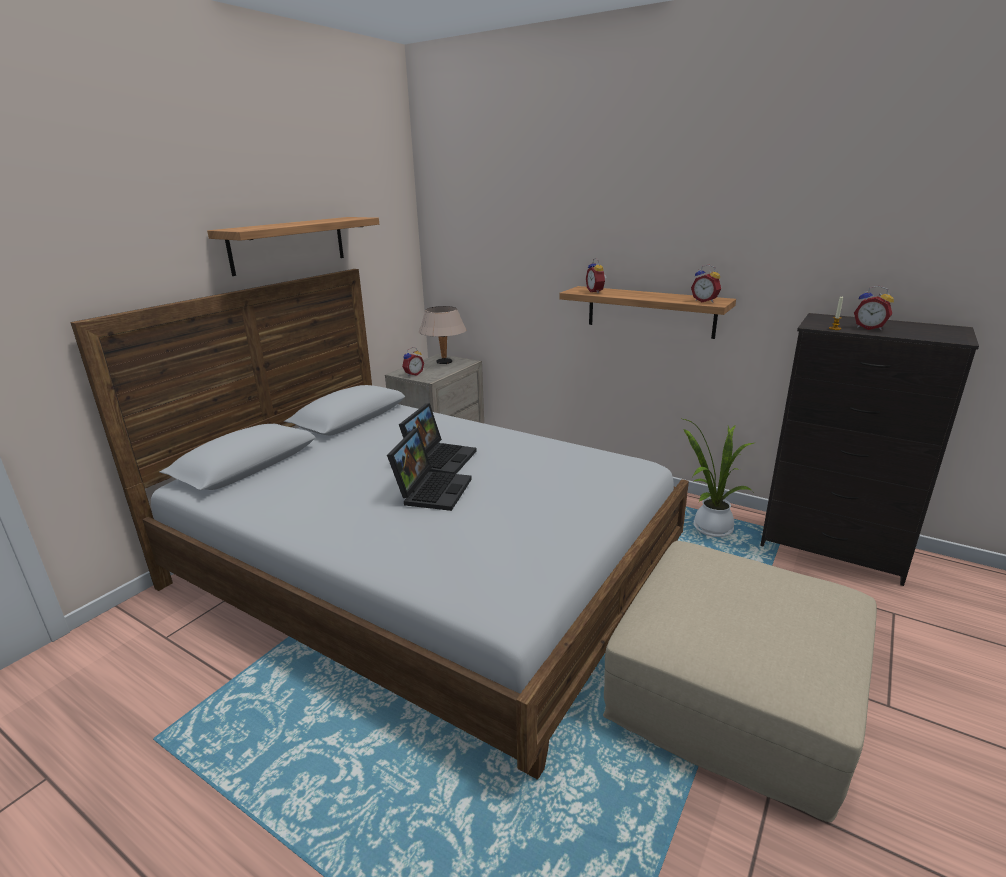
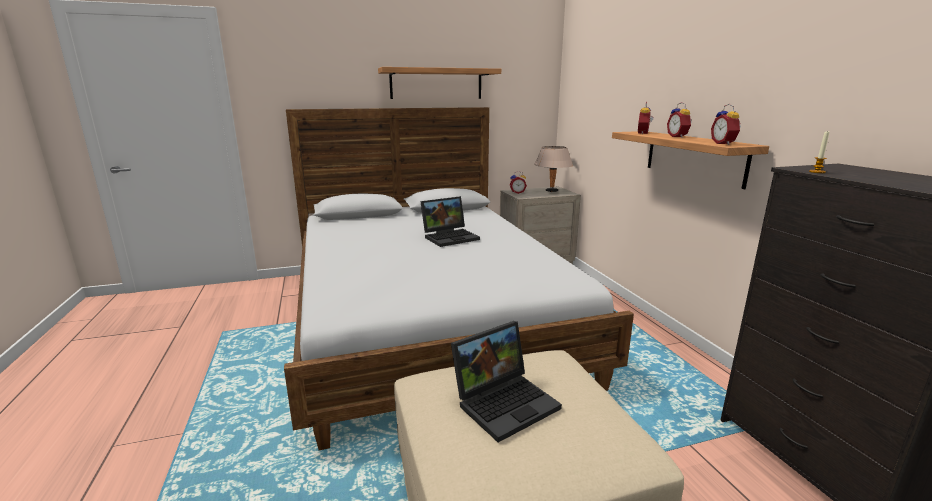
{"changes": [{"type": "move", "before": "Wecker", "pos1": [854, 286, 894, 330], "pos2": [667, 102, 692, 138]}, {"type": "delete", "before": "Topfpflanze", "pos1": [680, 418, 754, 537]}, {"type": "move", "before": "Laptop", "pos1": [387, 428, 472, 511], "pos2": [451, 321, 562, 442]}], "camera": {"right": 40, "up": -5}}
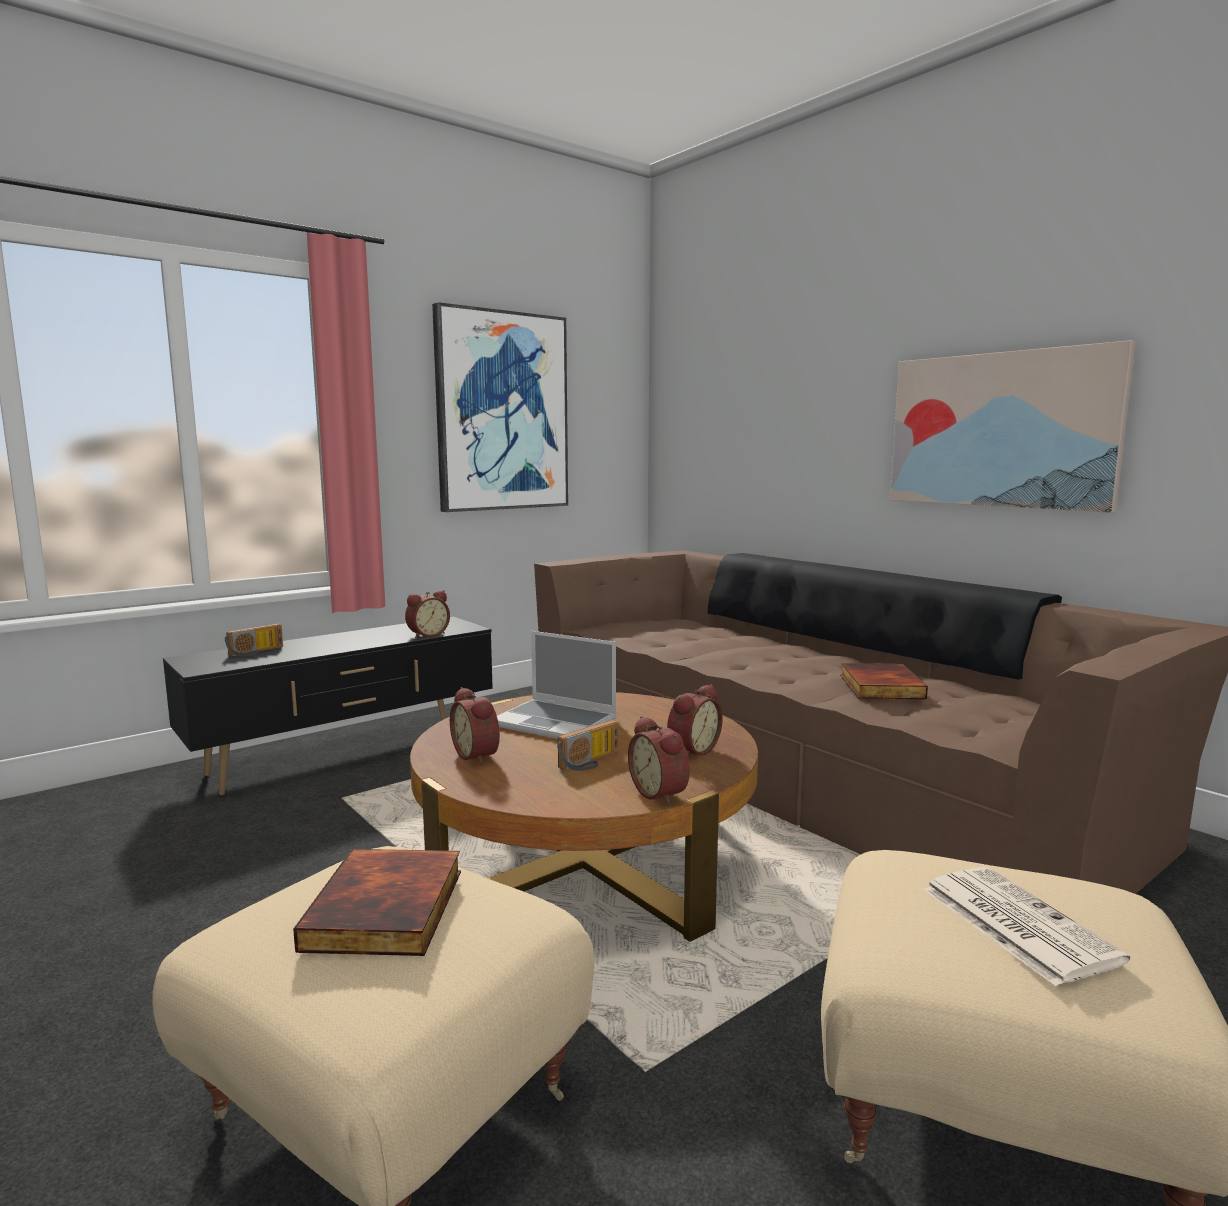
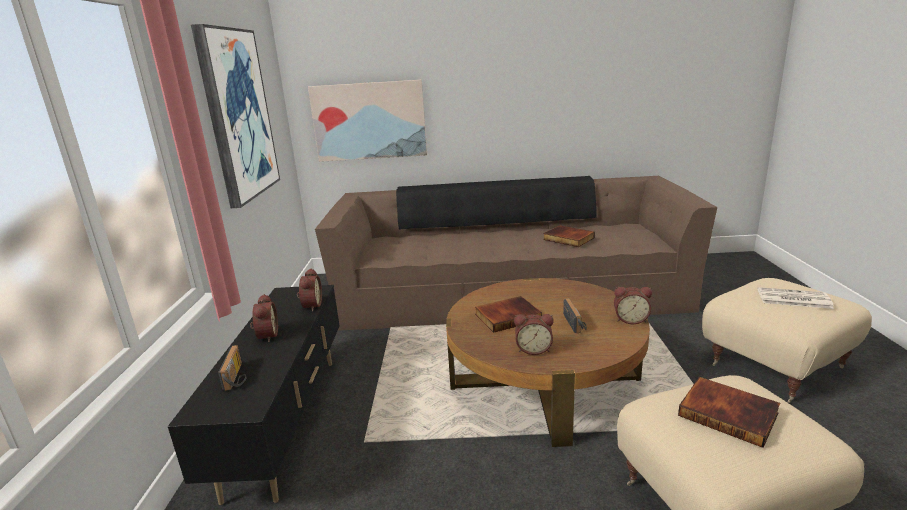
{"changes": [{"type": "move", "before": "Bild", "pos1": [890, 340, 1136, 513], "pos2": [308, 80, 427, 162]}, {"type": "replace", "before": "Laptop", "after": "Buch", "pos1": [497, 631, 617, 739], "pos2": [475, 296, 542, 333]}, {"type": "move", "before": "Wecker", "pos1": [667, 684, 723, 756], "pos2": [250, 294, 278, 342]}], "camera": {"right": -50, "up": 10}}
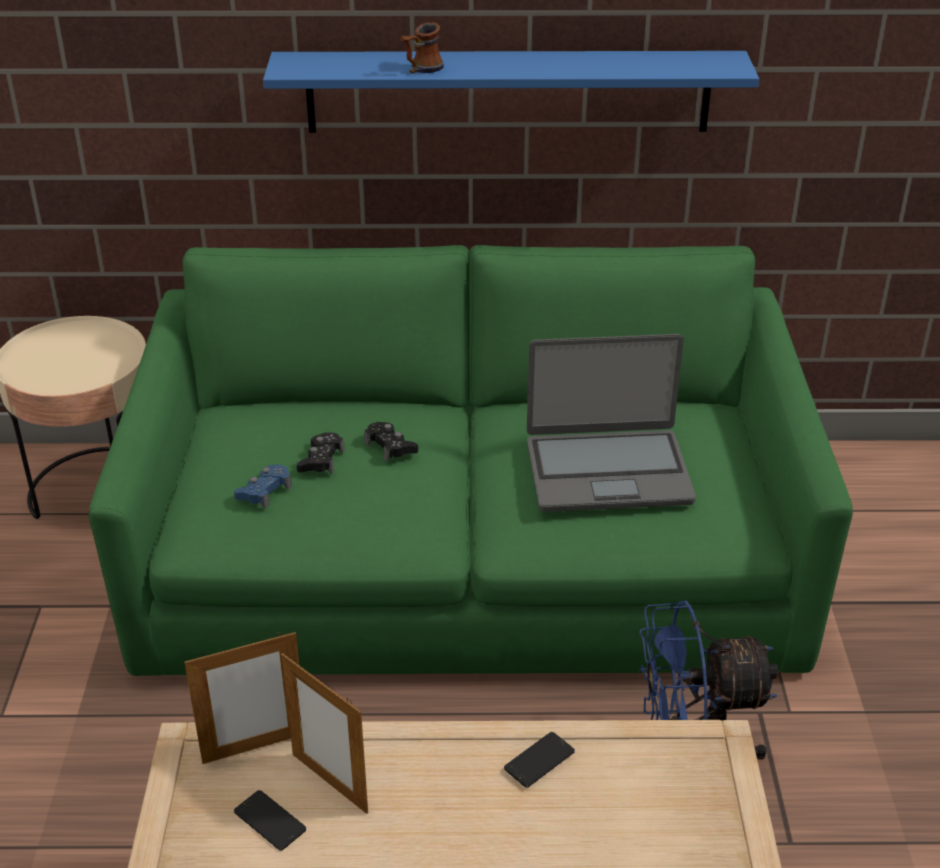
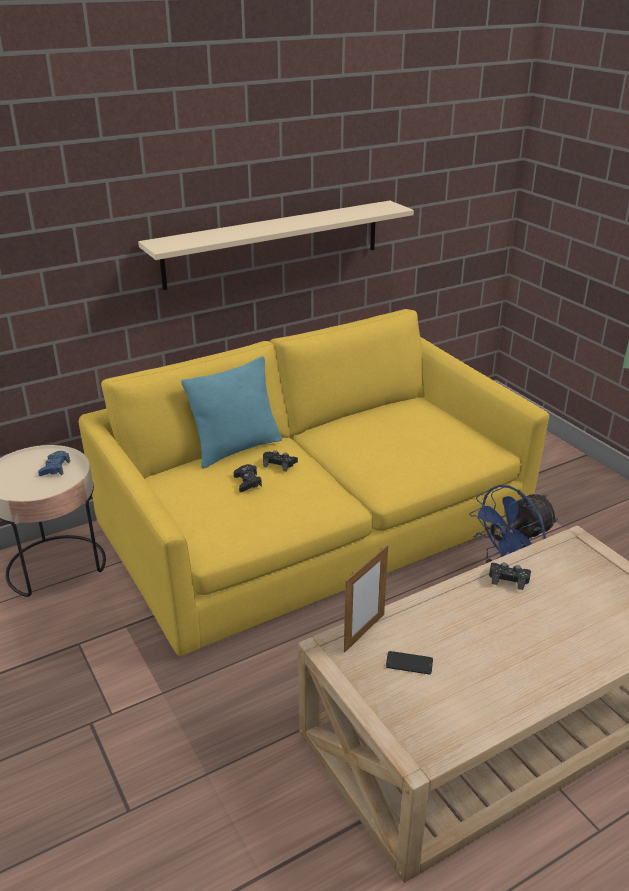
{"changes": [{"type": "delete", "before": "Henkelbecher", "pos1": [400, 22, 444, 73]}, {"type": "recolor", "before": "Wandregal [blau]", "after": "Wandregal [beige]", "pos1": [263, 51, 759, 133], "pos2": [138, 200, 414, 290]}, {"type": "recolor", "before": "Sofa [grün]", "after": "Sofa [gelb]", "pos1": [89, 245, 853, 676], "pos2": [78, 309, 549, 656]}, {"type": "delete", "before": "Laptop", "pos1": [527, 334, 696, 512]}, {"type": "move", "before": "Gamepad [blau]", "pos1": [234, 464, 292, 509], "pos2": [38, 451, 70, 476]}, {"type": "delete", "before": "Bilderrahmen", "pos1": [281, 653, 368, 814]}, {"type": "replace", "before": "Handy", "after": "Gamepad [schwarz]", "pos1": [504, 732, 575, 788], "pos2": [489, 563, 531, 590]}, {"type": "insert", "after": "Kissen [türkis]", "pos2": [181, 356, 282, 469]}], "camera": {"right": -30, "up": -5}}
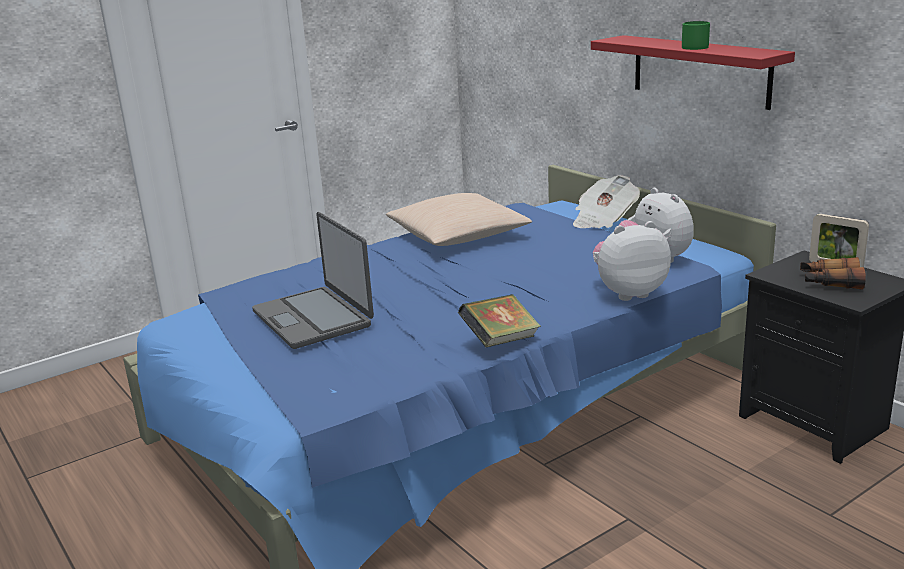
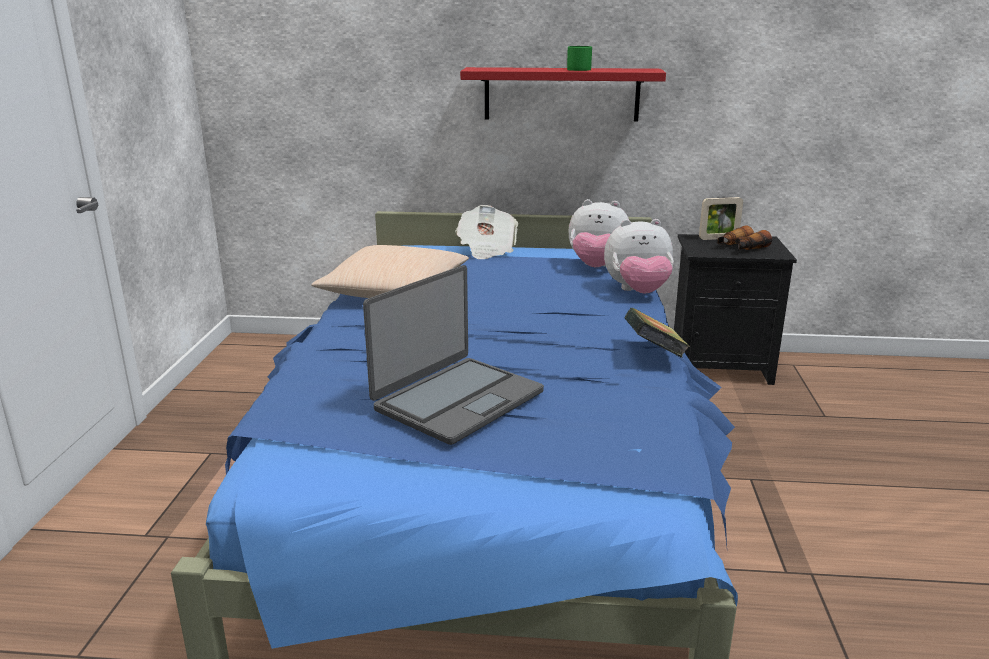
{"changes": [{"type": "rotate", "before": "Laptop", "pos1": [252, 212, 374, 349], "pos2": [363, 265, 544, 445], "turn": -60}, {"type": "rotate", "before": "Plüschtier", "pos1": [593, 221, 671, 301], "pos2": [604, 219, 674, 294], "turn": -120}], "camera": {"right": -50, "up": 0}}
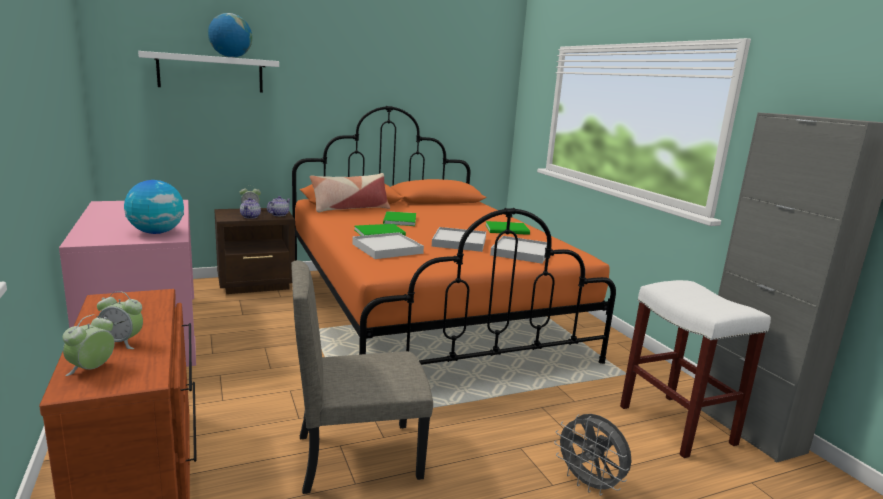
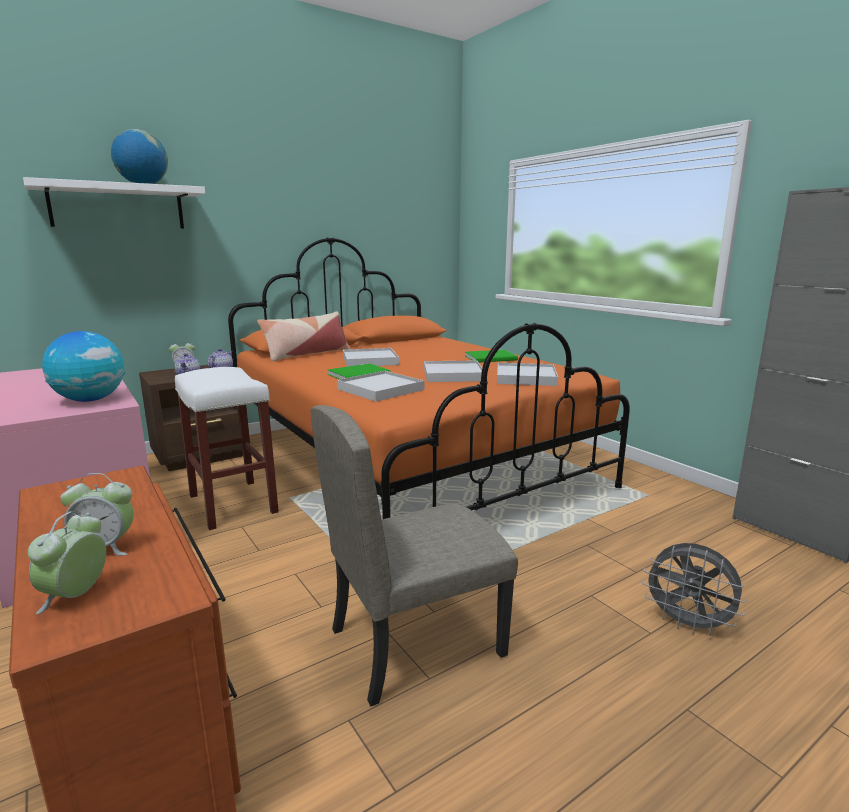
{"changes": [{"type": "replace", "before": "Buch [grün]", "after": "Tablett [weiß]", "pos1": [383, 211, 416, 226], "pos2": [343, 348, 399, 367]}, {"type": "move", "before": "Hocker [weiß]", "pos1": [620, 280, 771, 458], "pos2": [175, 367, 279, 530]}], "camera": {"right": -10, "up": 0}}
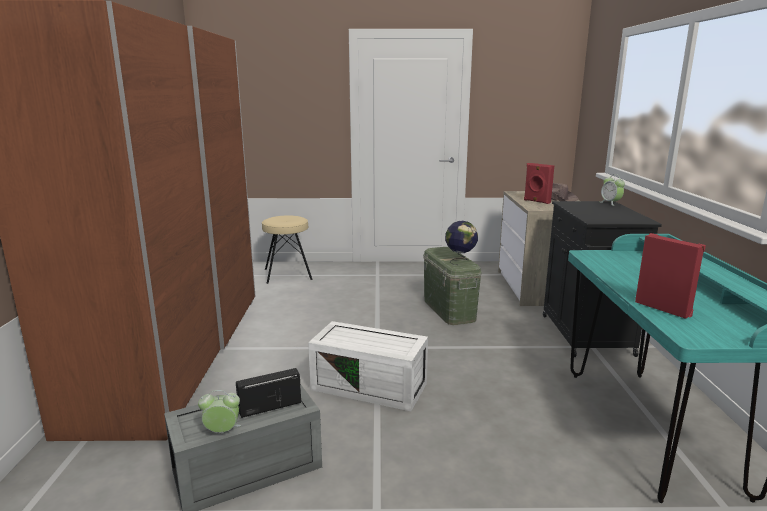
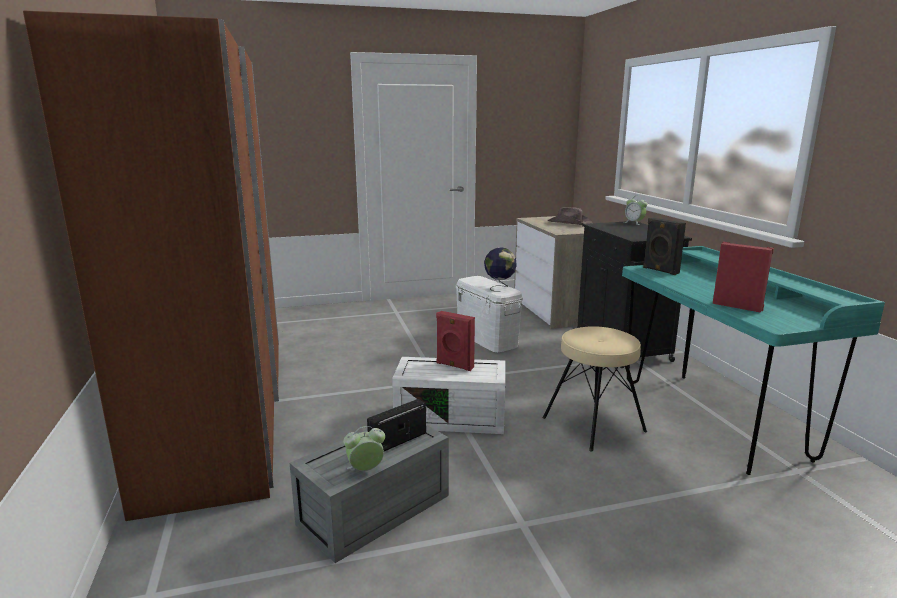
{"changes": [{"type": "move", "before": "Lautsprecher [rot]", "pos1": [524, 163, 555, 204], "pos2": [436, 311, 475, 371]}, {"type": "move", "before": "Hocker [beige]", "pos1": [262, 216, 313, 284], "pos2": [543, 326, 647, 452]}, {"type": "recolor", "before": "Aufbewahrungsbox [grün]", "after": "Aufbewahrungsbox [weiß]", "pos1": [423, 247, 482, 325], "pos2": [456, 276, 523, 352]}, {"type": "insert", "after": "Lautsprecher [schwarz]", "pos2": [643, 218, 686, 275]}], "camera": {"right": -15, "up": 0}}
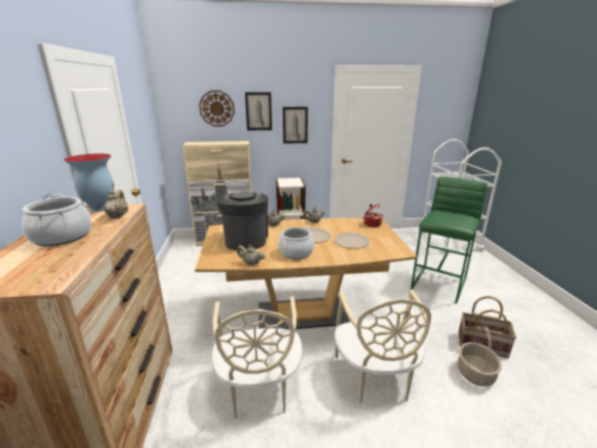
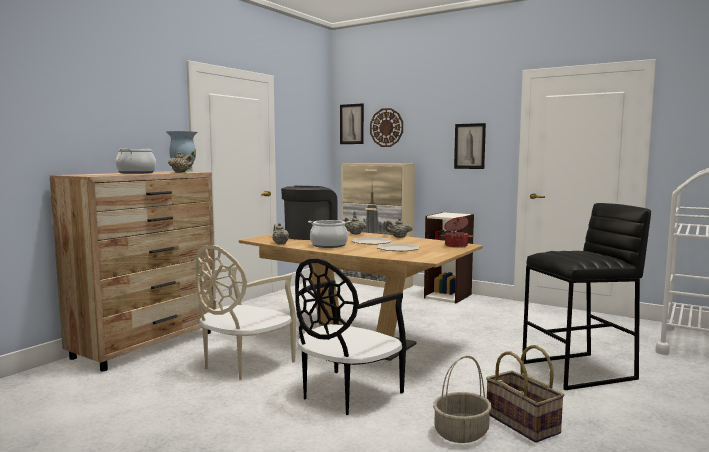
{"changes": [{"type": "move", "before": "Bild", "pos1": [245, 92, 272, 131], "pos2": [340, 103, 364, 144]}, {"type": "recolor", "before": "Hocker [grün]", "after": "Hocker [schwarz]", "pos1": [411, 177, 487, 304], "pos2": [522, 203, 651, 390]}, {"type": "recolor", "before": "Stuhl [beige]", "after": "Stuhl [schwarz]", "pos1": [334, 289, 431, 404], "pos2": [295, 259, 406, 415]}], "camera": {"right": 40, "up": -15}}
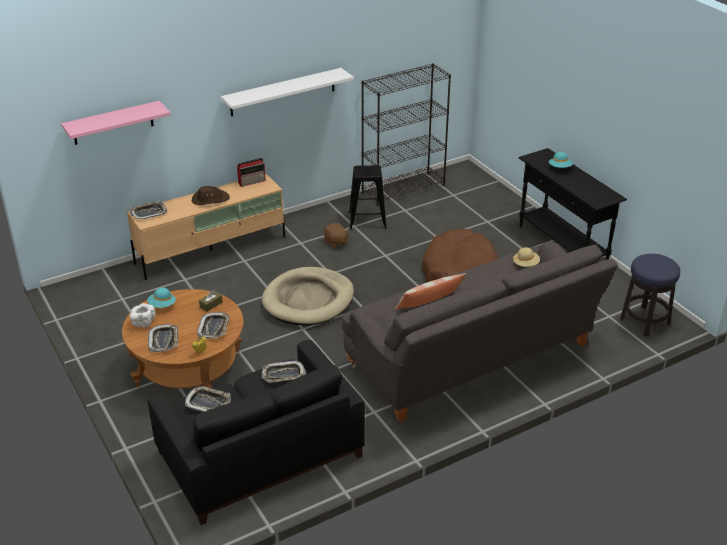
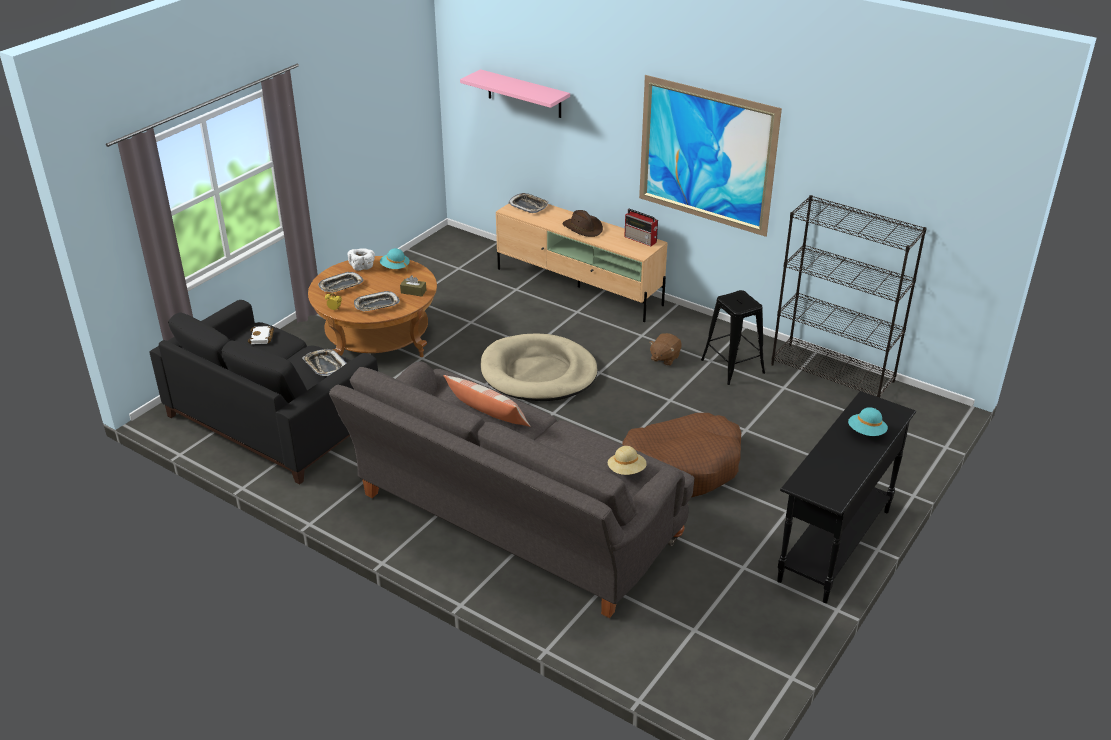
{"changes": [{"type": "replace", "before": "Wandregal [weiß]", "after": "Bild", "pos1": [221, 68, 354, 117], "pos2": [639, 75, 782, 237]}, {"type": "delete", "before": "Hocker", "pos1": [620, 254, 680, 337]}, {"type": "replace", "before": "Tablett", "after": "Buch [weiß]", "pos1": [185, 386, 231, 412], "pos2": [248, 326, 274, 344]}], "camera": {"right": 65, "up": 0}}
